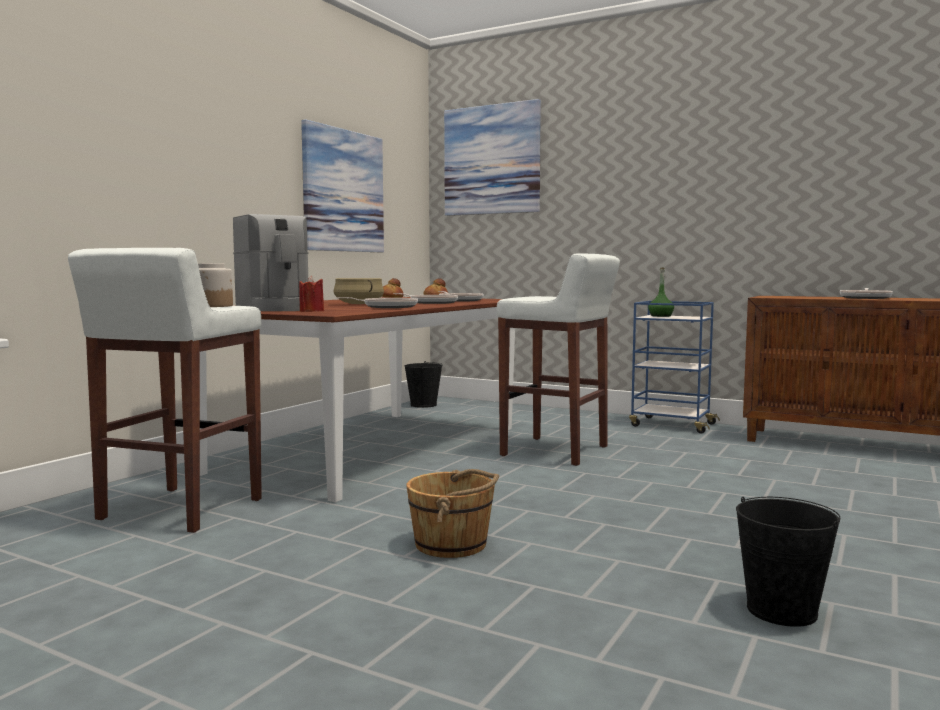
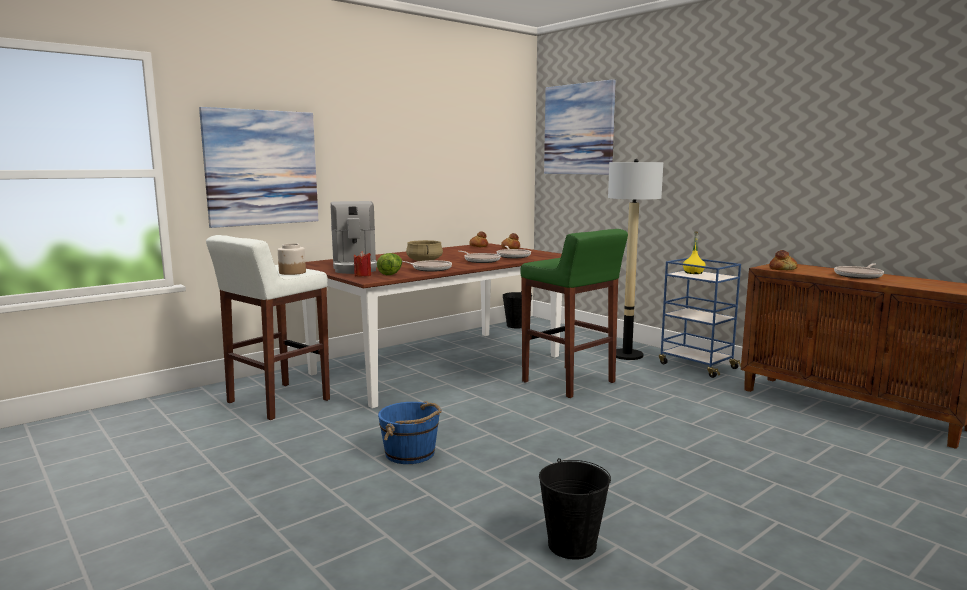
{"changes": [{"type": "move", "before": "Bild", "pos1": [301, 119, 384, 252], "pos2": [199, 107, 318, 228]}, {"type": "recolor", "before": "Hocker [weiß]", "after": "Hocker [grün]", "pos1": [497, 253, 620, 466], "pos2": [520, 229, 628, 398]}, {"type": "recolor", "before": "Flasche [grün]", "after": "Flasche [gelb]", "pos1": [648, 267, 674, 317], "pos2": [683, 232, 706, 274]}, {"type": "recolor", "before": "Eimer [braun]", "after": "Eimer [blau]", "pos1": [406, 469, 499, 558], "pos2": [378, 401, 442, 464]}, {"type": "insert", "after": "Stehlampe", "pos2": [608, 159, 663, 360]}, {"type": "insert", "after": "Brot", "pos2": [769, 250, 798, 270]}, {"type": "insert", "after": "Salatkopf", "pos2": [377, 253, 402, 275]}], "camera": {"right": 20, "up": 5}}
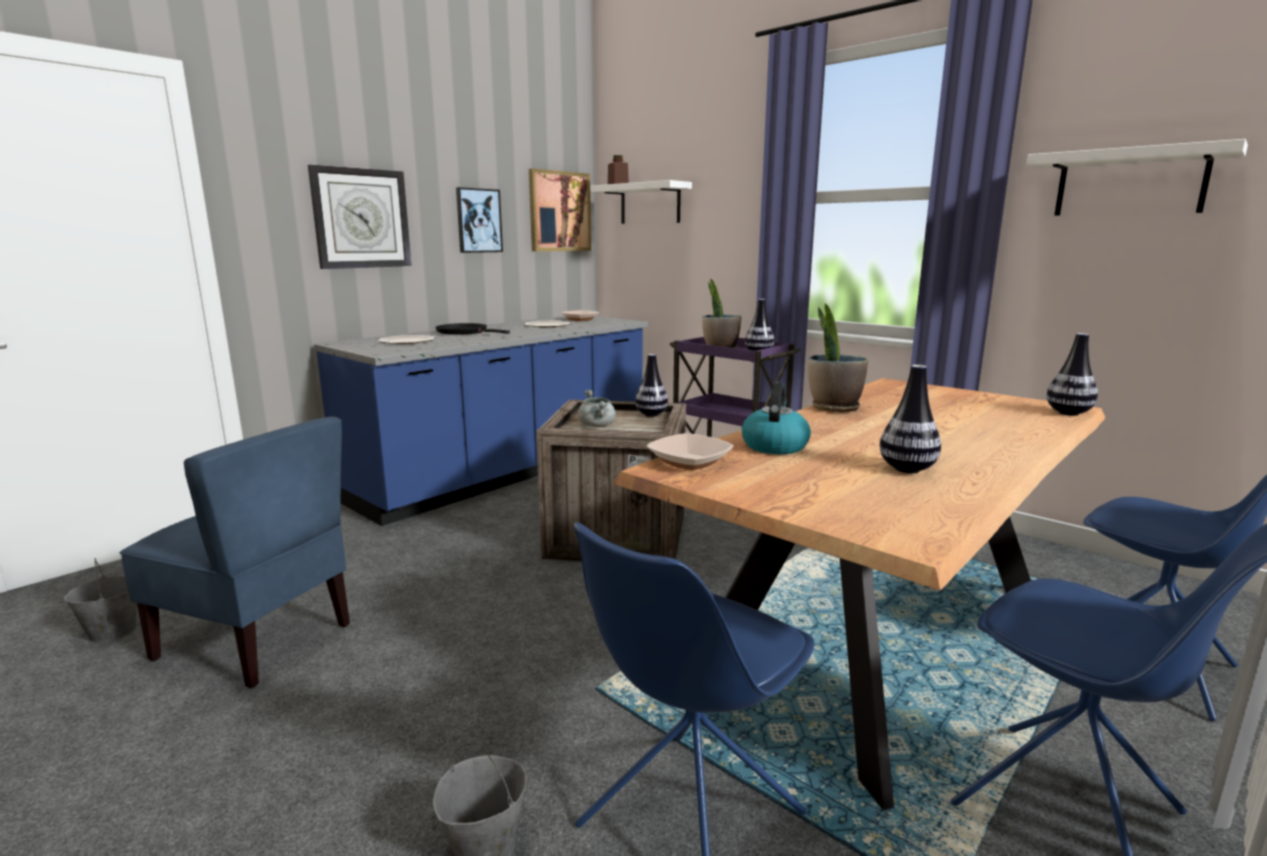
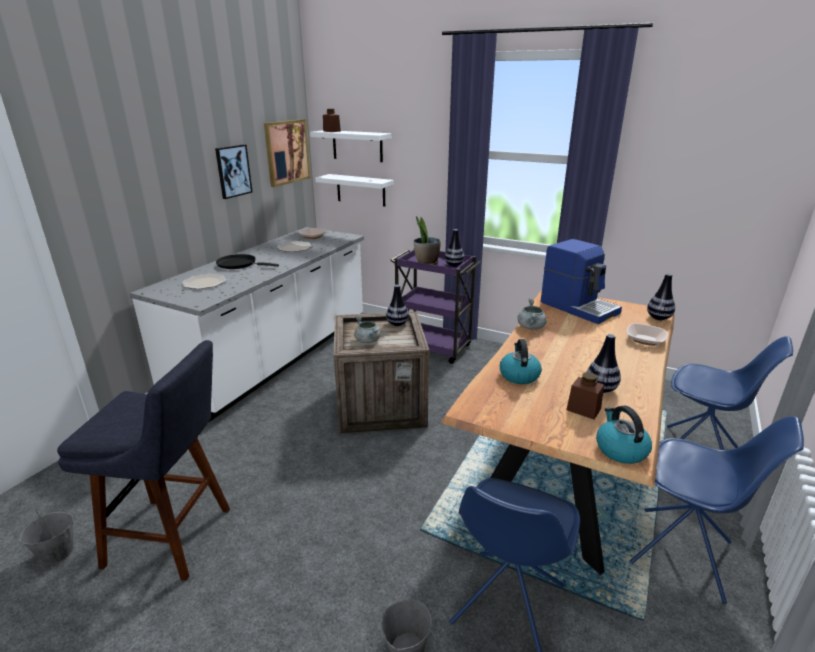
{"changes": [{"type": "move", "before": "Wandregal [weiß]", "pos1": [1026, 139, 1248, 215], "pos2": [315, 174, 394, 206]}, {"type": "delete", "before": "Wanduhr", "pos1": [308, 164, 412, 269]}, {"type": "replace", "before": "Topfpflanze", "after": "Kochtopf [grau]", "pos1": [808, 304, 868, 412], "pos2": [517, 298, 547, 330]}, {"type": "recolor", "before": "Küchenzeile [blau]", "after": "Küchenzeile [weiß]", "pos1": [314, 316, 648, 526], "pos2": [130, 227, 364, 422]}, {"type": "replace", "before": "Stuhl [blau]", "after": "Hocker [blau]", "pos1": [119, 417, 350, 689], "pos2": [57, 340, 230, 581]}, {"type": "move", "before": "Schüssel", "pos1": [647, 433, 734, 470], "pos2": [627, 323, 668, 346]}, {"type": "insert", "after": "Kaffeemaschine", "pos2": [540, 239, 622, 324]}, {"type": "insert", "after": "Vorratsglas [braun]", "pos2": [566, 372, 604, 419]}, {"type": "insert", "after": "Wasserkessel", "pos2": [596, 405, 652, 464]}], "camera": {"right": -15, "up": 10}}
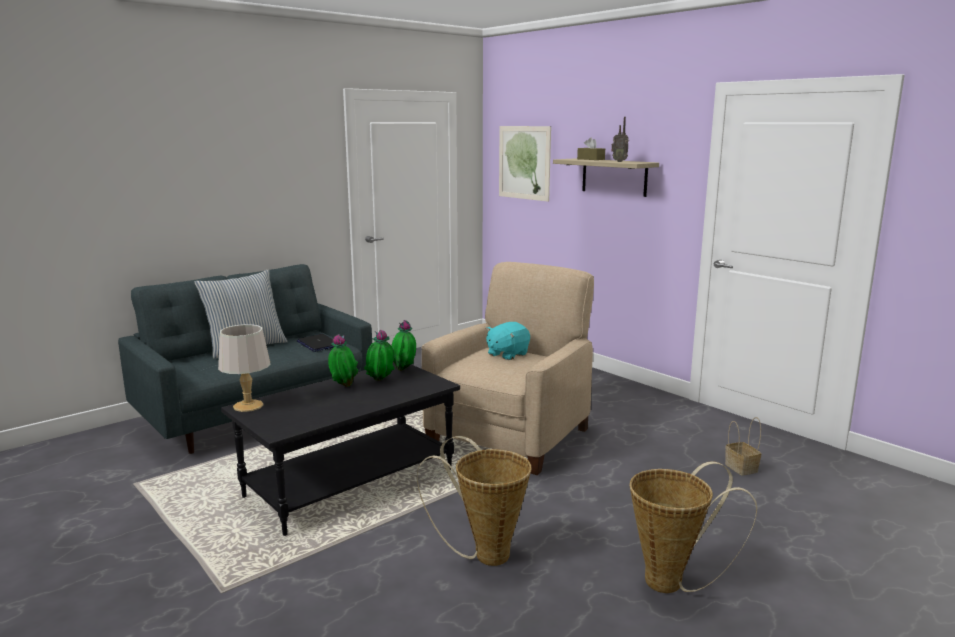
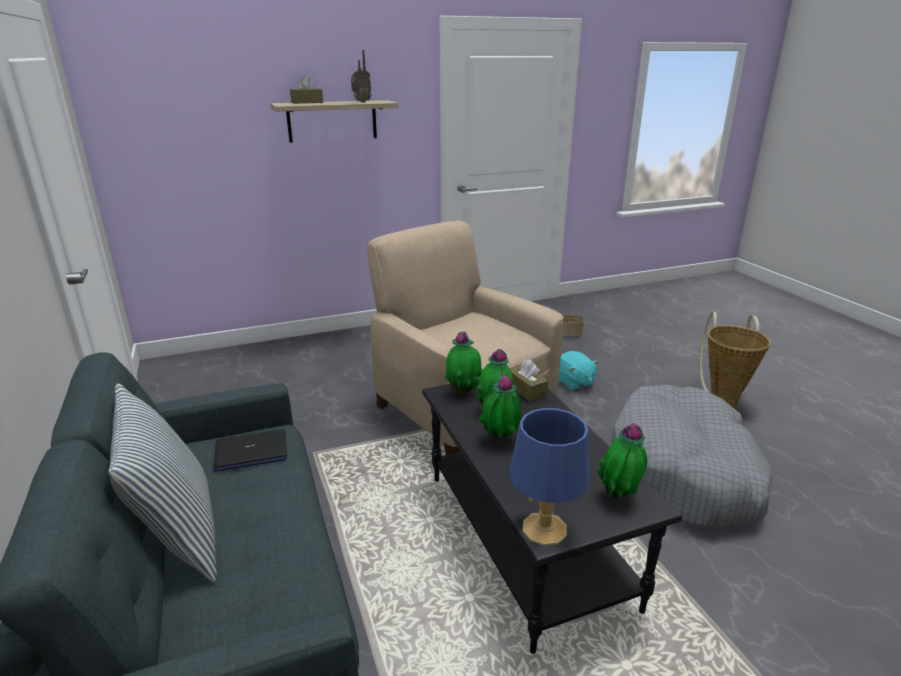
{"changes": [{"type": "delete", "before": "Bild", "pos1": [499, 126, 551, 202]}, {"type": "move", "before": "Plüschtier [türkis]", "pos1": [486, 322, 530, 360], "pos2": [559, 351, 599, 391]}, {"type": "recolor", "before": "Tischlampe [grau]", "after": "Tischlampe [blau]", "pos1": [218, 324, 270, 412], "pos2": [509, 408, 591, 546]}, {"type": "replace", "before": "Korb", "after": "Hundebett [grau]", "pos1": [417, 436, 532, 566], "pos2": [611, 385, 772, 528]}, {"type": "insert", "after": "Taschentuchbox [braun]", "pos2": [510, 359, 548, 402]}, {"type": "insert", "after": "Topfpflanze", "pos2": [598, 423, 647, 498]}], "camera": {"right": -70, "up": 10}}
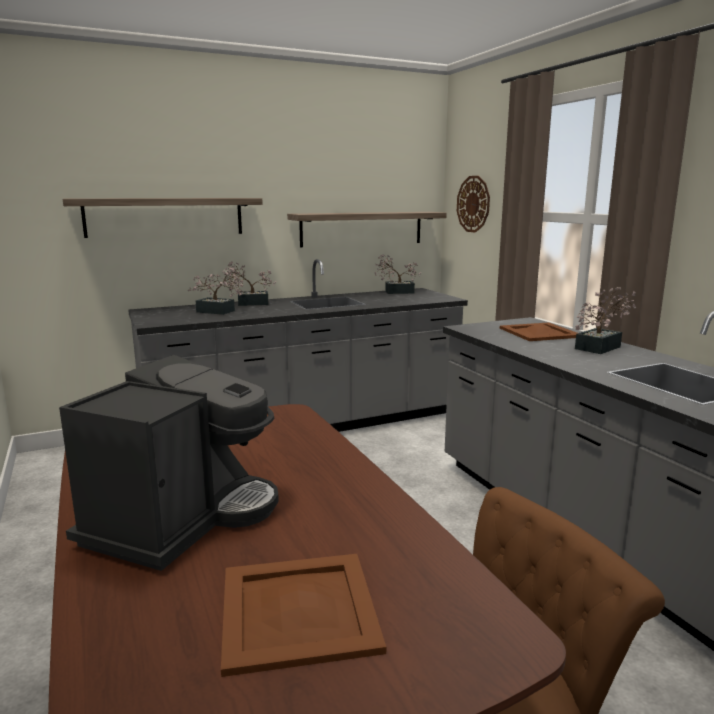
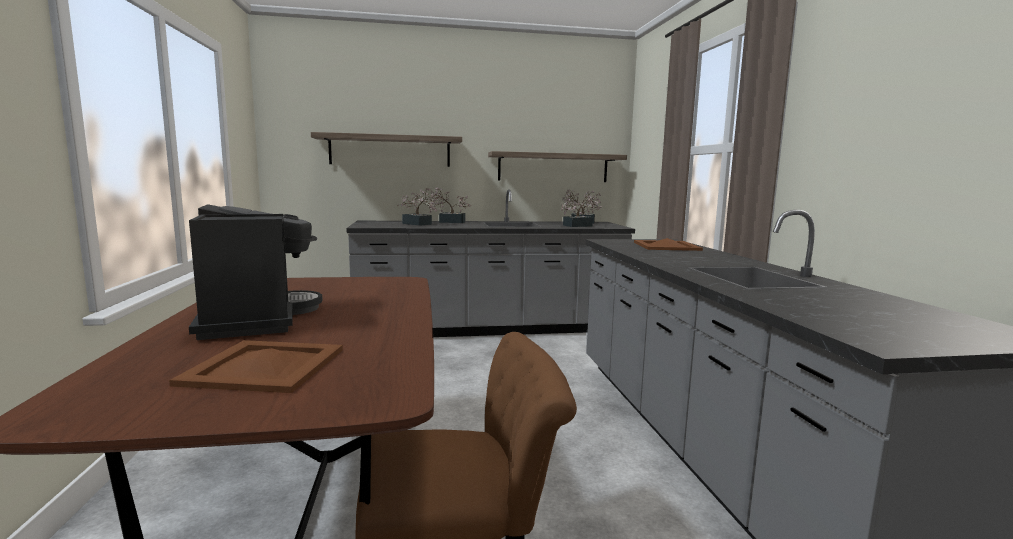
{"changes": [{"type": "delete", "before": "Wanduhr", "pos1": [457, 176, 490, 232]}, {"type": "move", "before": "Topfpflanze", "pos1": [575, 287, 636, 354], "pos2": [561, 190, 601, 227]}, {"type": "rotate", "before": "Kaffeemaschine", "pos1": [59, 355, 279, 571], "pos2": [189, 204, 323, 340], "turn": -60}], "camera": {"right": 15, "up": -5}}
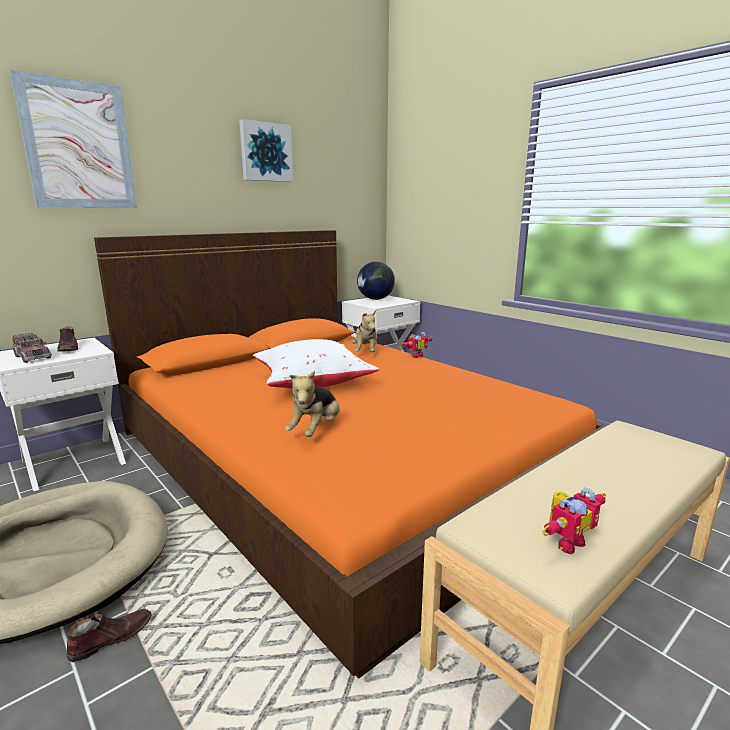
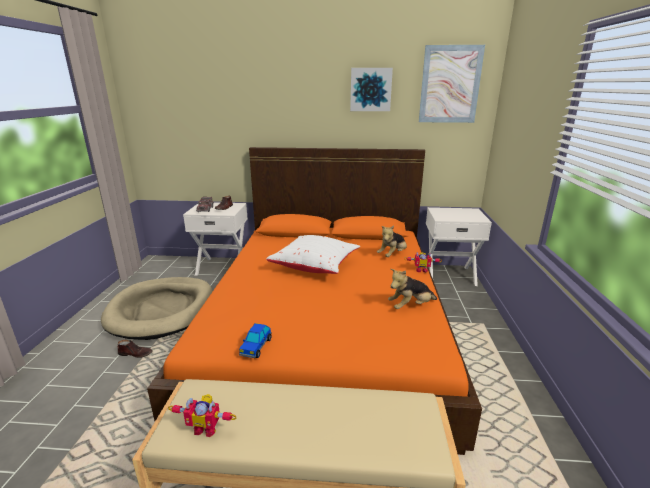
{"changes": [{"type": "move", "before": "Bild", "pos1": [10, 70, 137, 208], "pos2": [419, 45, 485, 123]}, {"type": "delete", "before": "Globus", "pos1": [357, 262, 395, 300]}, {"type": "move", "before": "Plüschtier", "pos1": [285, 370, 340, 437], "pos2": [388, 269, 437, 309]}, {"type": "insert", "after": "Spielzeugauto", "pos2": [239, 323, 272, 358]}], "camera": {"right": 45, "up": 5}}
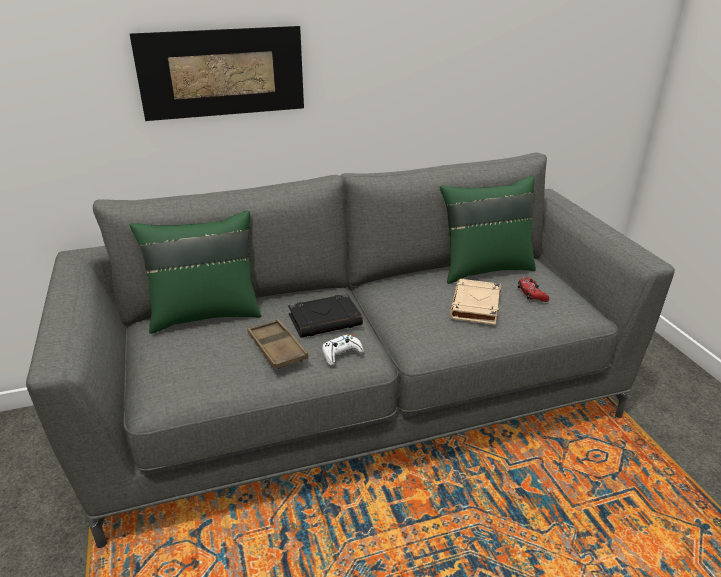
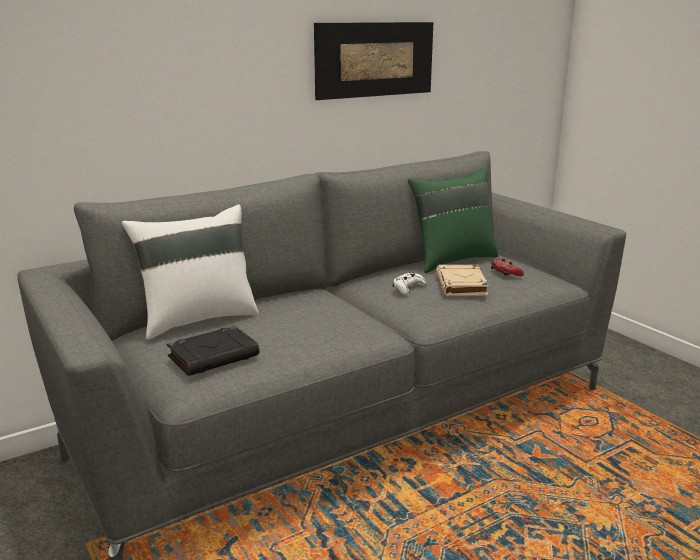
{"changes": [{"type": "move", "before": "Bild", "pos1": [130, 26, 304, 121], "pos2": [314, 22, 433, 100]}, {"type": "recolor", "before": "Kissen [grün]", "after": "Kissen [weiß]", "pos1": [130, 210, 261, 334], "pos2": [122, 205, 259, 340]}, {"type": "move", "before": "Buch [schwarz]", "pos1": [288, 294, 363, 338], "pos2": [167, 326, 260, 376]}, {"type": "delete", "before": "Tablett [braun]", "pos1": [247, 319, 308, 369]}, {"type": "move", "before": "Gamepad [weiß]", "pos1": [322, 334, 364, 366], "pos2": [393, 272, 427, 295]}], "camera": {"right": -15, "up": -10}}
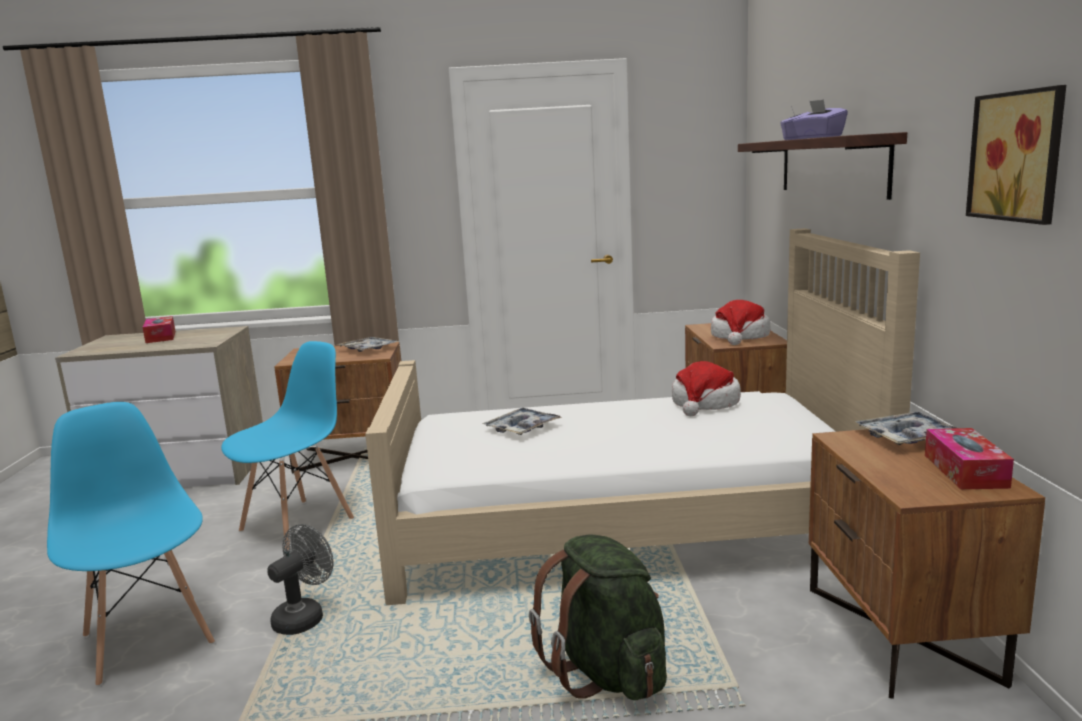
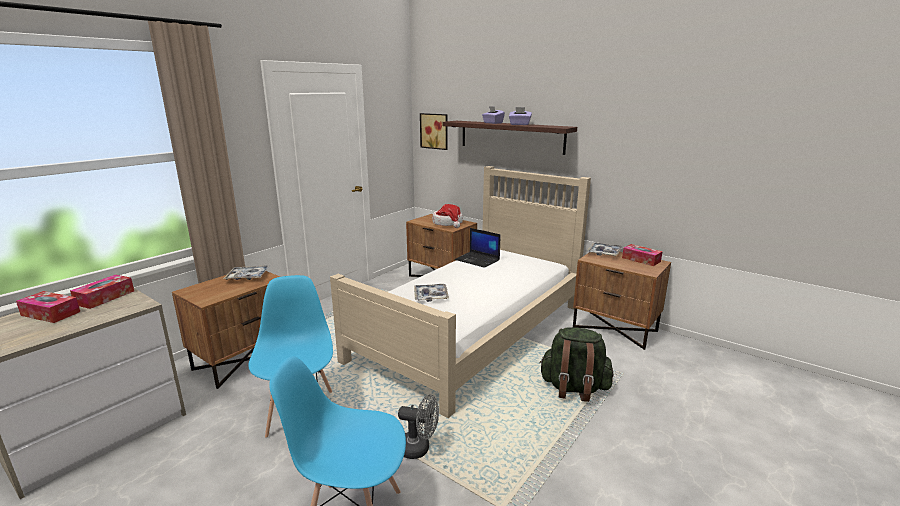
{"changes": [{"type": "move", "before": "Bild", "pos1": [966, 85, 1066, 225], "pos2": [420, 113, 448, 150]}, {"type": "replace", "before": "Hut", "after": "Laptop", "pos1": [672, 361, 741, 416], "pos2": [455, 228, 501, 268]}, {"type": "rotate", "before": "Ventilator [grau]", "pos1": [267, 524, 334, 635], "pos2": [398, 394, 439, 459], "turn": 120}, {"type": "insert", "after": "Taschentuchbox", "pos2": [70, 275, 134, 309]}], "camera": {"right": -50, "up": 5}}
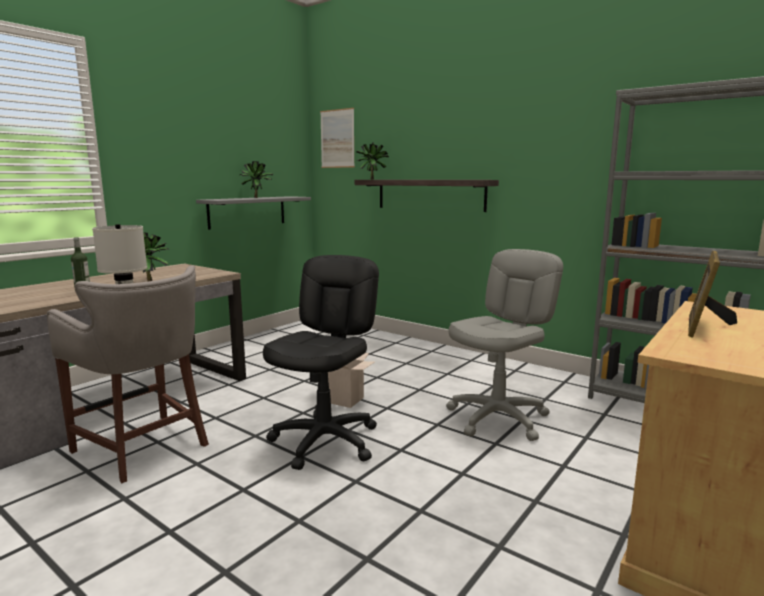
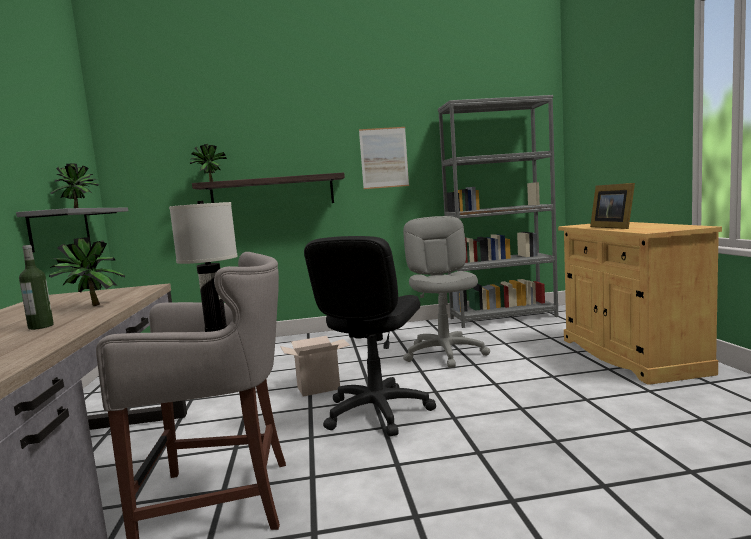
{"changes": [{"type": "move", "before": "Bild", "pos1": [320, 108, 355, 168], "pos2": [359, 127, 409, 189]}, {"type": "rotate", "before": "Bürostuhl [schwarz]", "pos1": [263, 255, 379, 470], "pos2": [304, 236, 436, 437], "turn": -135}], "camera": {"right": -45, "up": -5}}
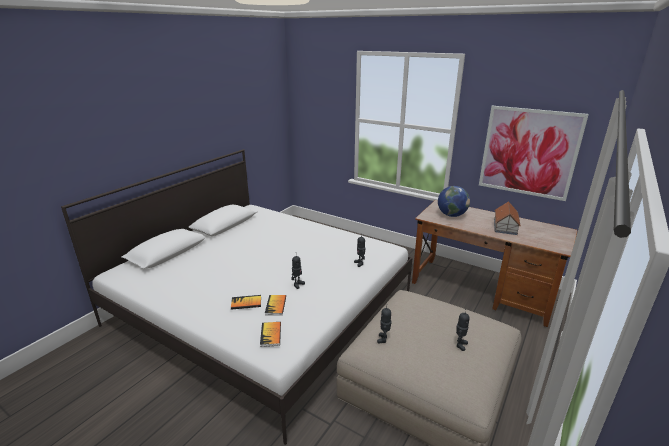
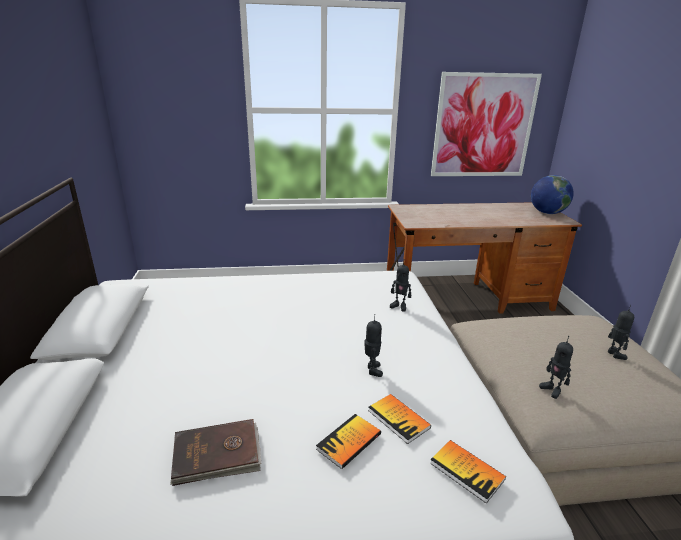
{"changes": [{"type": "move", "before": "Globus", "pos1": [438, 186, 470, 217], "pos2": [531, 175, 574, 214]}, {"type": "delete", "before": "Spielzeughaus", "pos1": [494, 201, 521, 235]}, {"type": "insert", "after": "Buch [braun]", "pos2": [170, 419, 261, 486]}], "camera": {"right": -40, "up": 0}}
